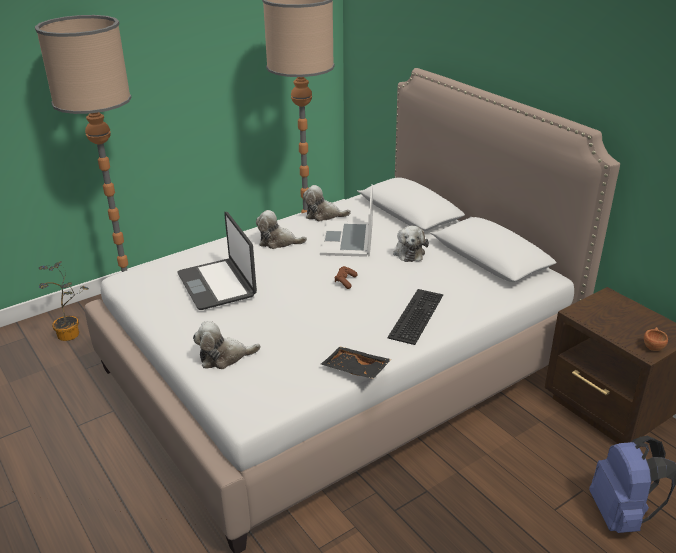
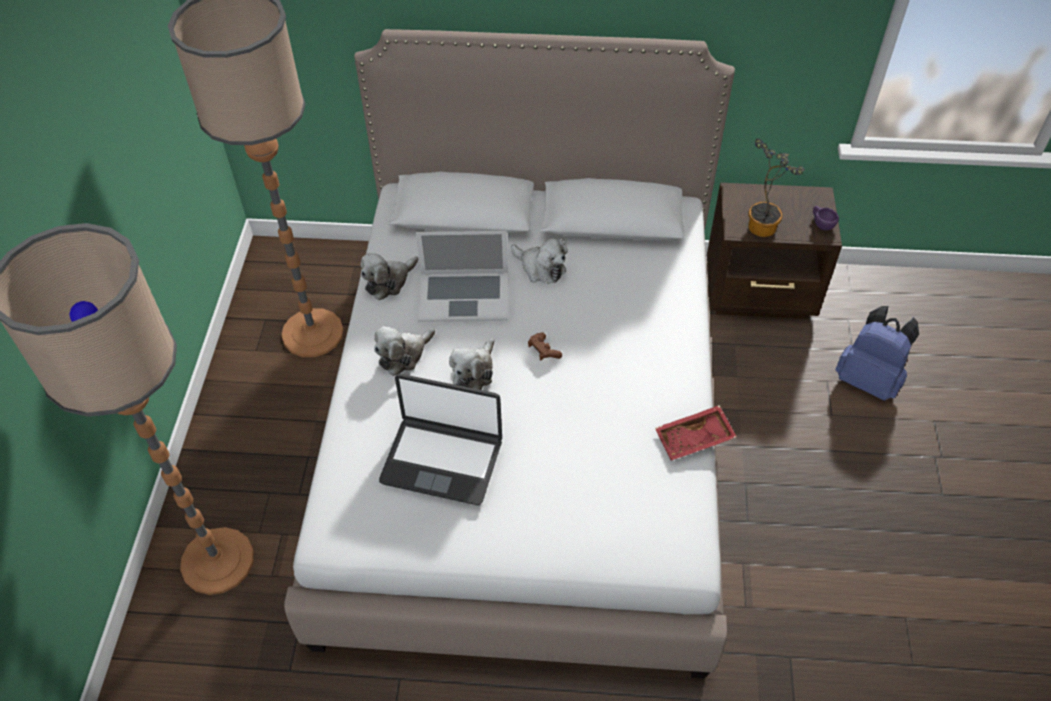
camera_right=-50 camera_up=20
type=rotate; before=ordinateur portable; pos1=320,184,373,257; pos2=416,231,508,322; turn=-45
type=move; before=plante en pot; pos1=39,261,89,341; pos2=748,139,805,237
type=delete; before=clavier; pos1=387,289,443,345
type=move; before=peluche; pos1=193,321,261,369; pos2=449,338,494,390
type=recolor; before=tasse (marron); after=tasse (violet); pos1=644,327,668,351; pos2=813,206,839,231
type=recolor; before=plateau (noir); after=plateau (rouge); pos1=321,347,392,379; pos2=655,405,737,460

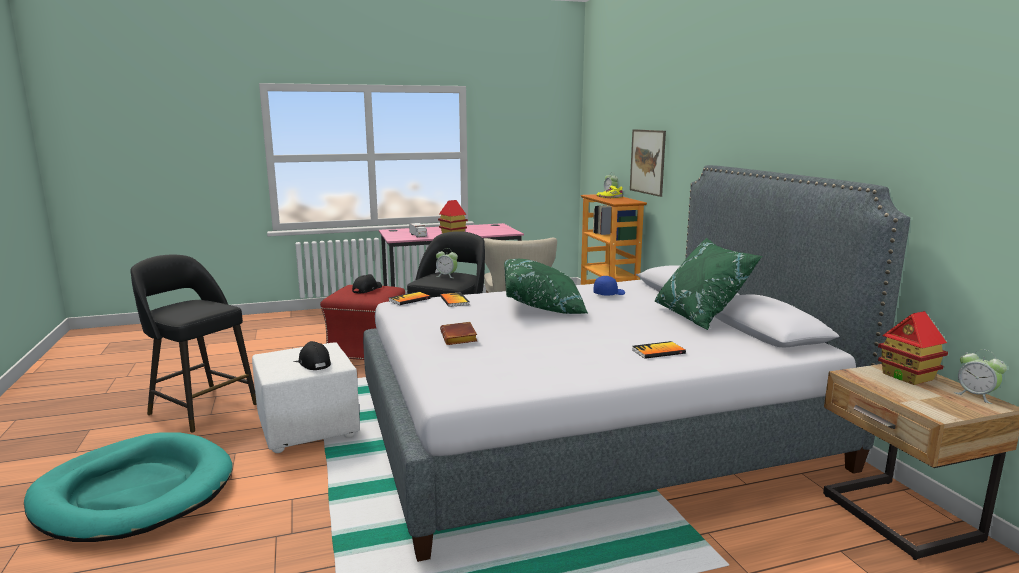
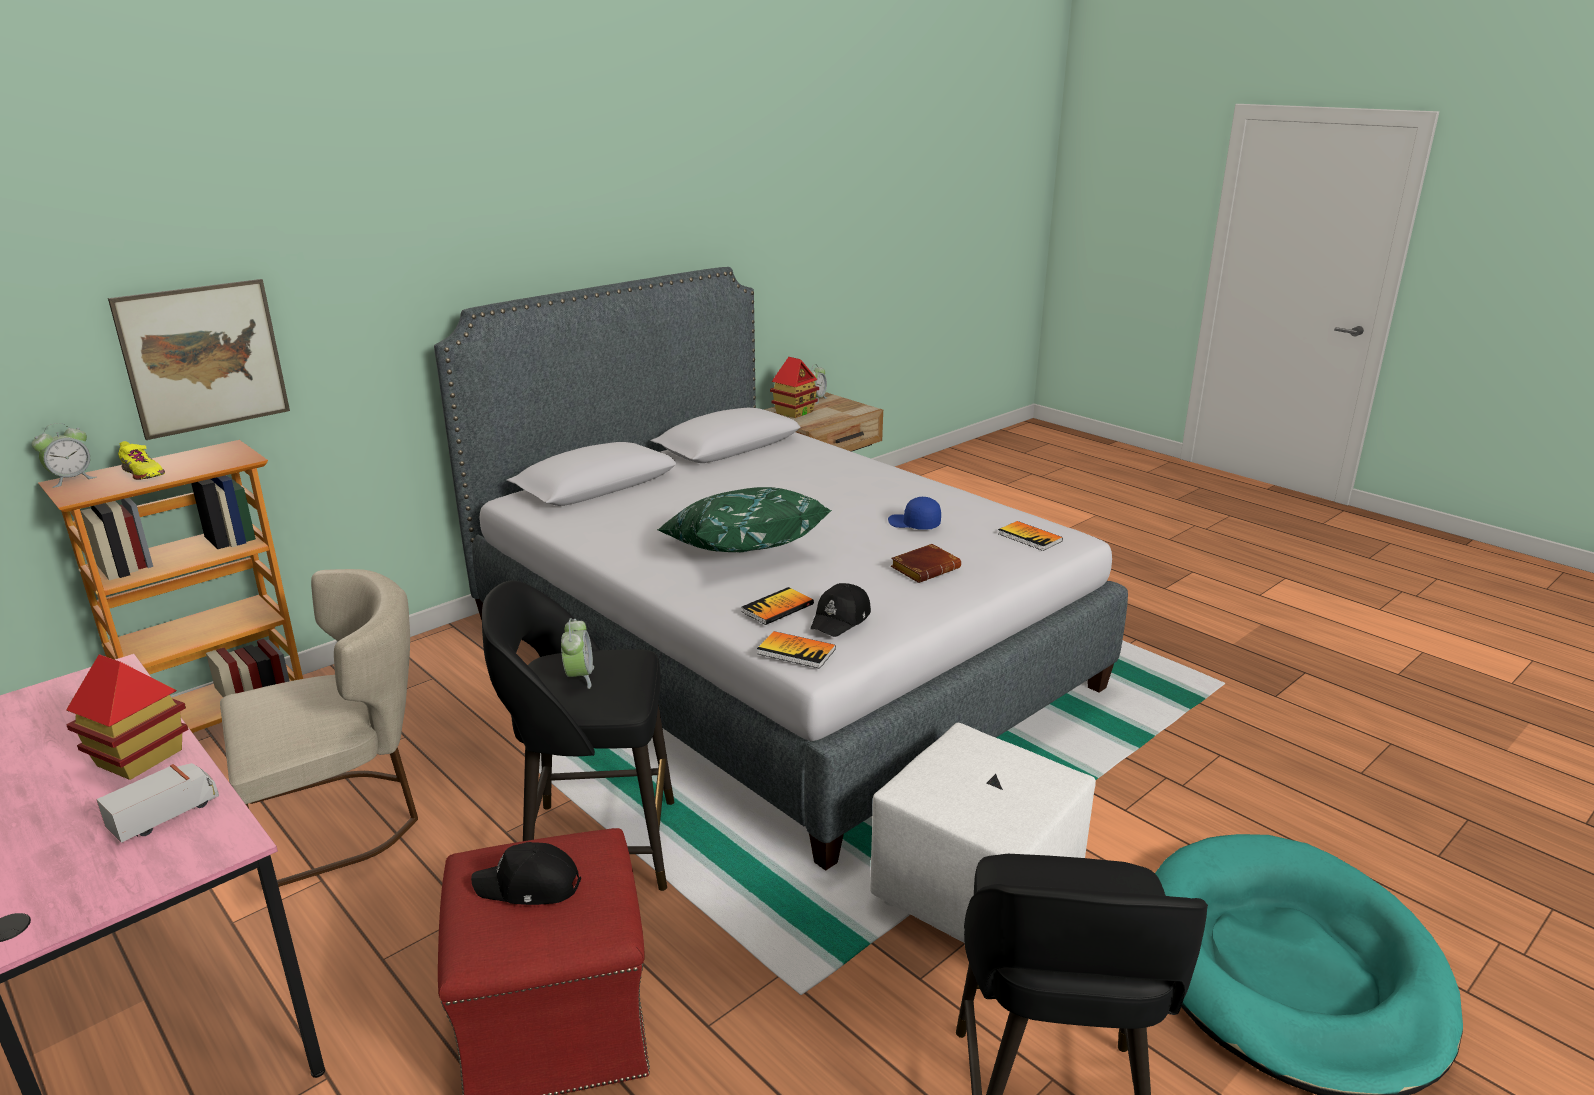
camera_right=-115 camera_up=10
type=delete; before=coussin (vert); pos1=655,238,763,330
type=move; before=casquette (bleu); pos1=594,276,625,295; pos2=888,497,941,530
type=move; before=casquette (noir); pos1=299,341,331,370; pos2=810,583,871,637
type=move; before=livre; pos1=632,341,686,359; pos2=998,521,1063,551

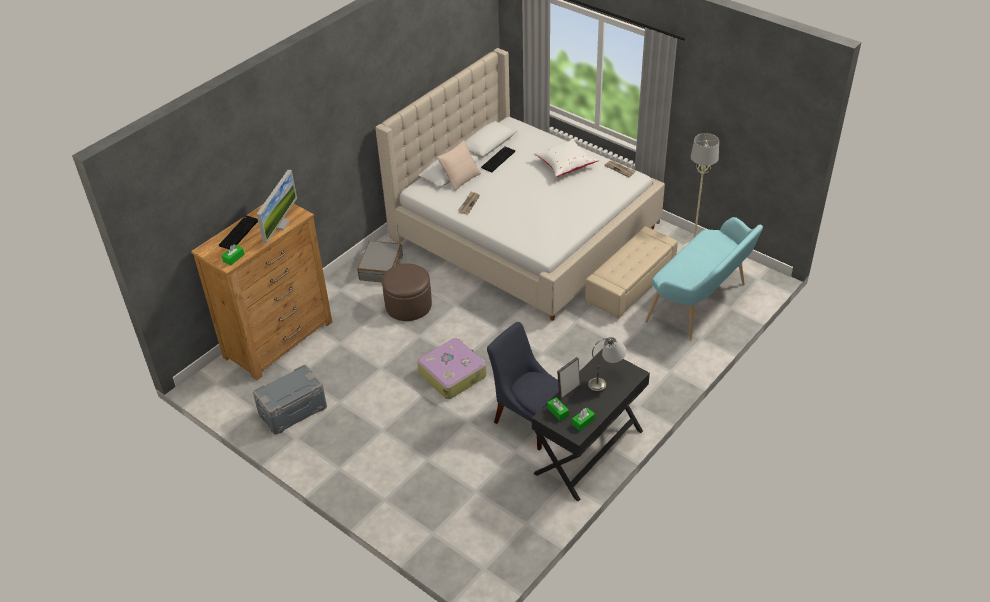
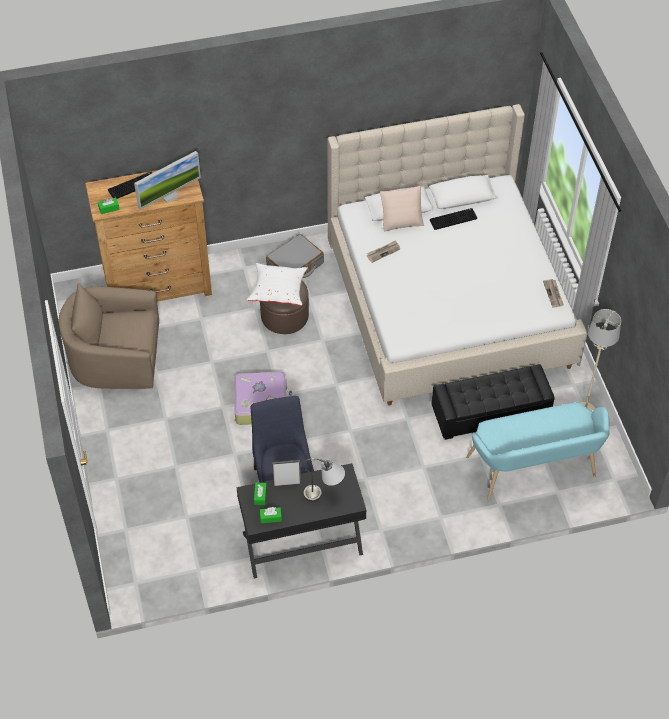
camera_right=35 camera_up=10
type=move; before=coussin (blanc); pos1=534,139,599,177; pos2=247,263,308,306
type=recolor; before=pouf (beige); after=pouf (noir); pos1=585,226,678,320; pos2=432,364,555,440
type=replace; before=boîte de rangement (gris); after=fauteuil (beige); pos1=253,365,327,434; pos2=59,283,159,389

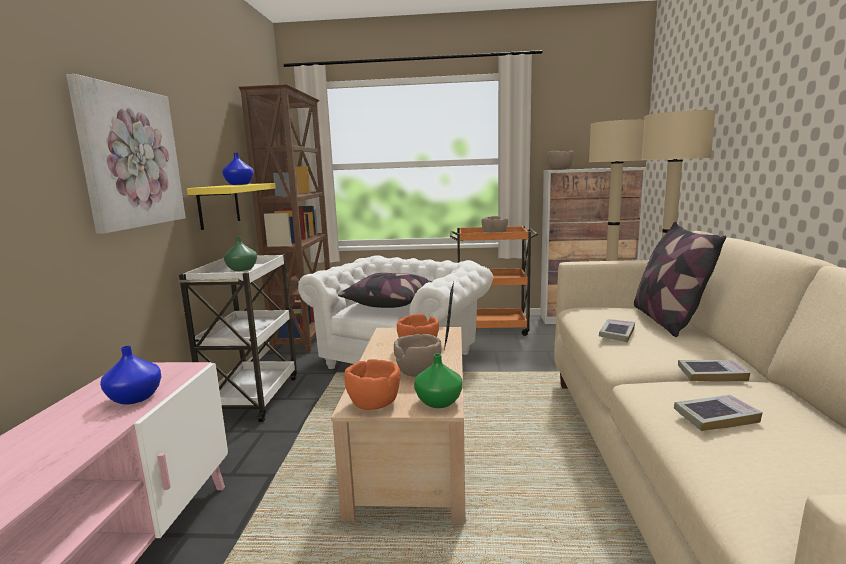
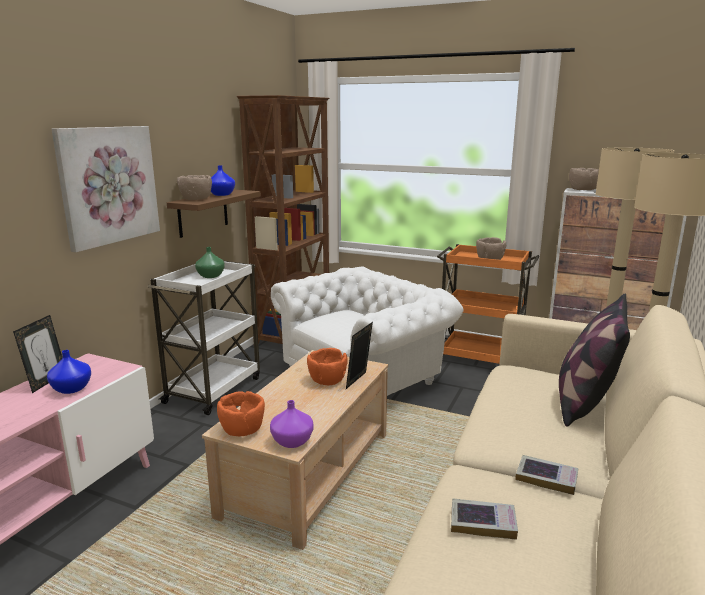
camera_right=20 camera_up=5
type=recolor; before=étagère (jaune); after=étagère (marron); pos1=187,183,276,230; pos2=167,190,261,238
type=delete; before=coussin; pos1=338,273,432,308
type=delete; before=livre; pos1=599,319,635,342
type=move; before=bol (marron); pos1=394,334,442,377; pos2=177,175,212,200
type=recolor; before=vase (vert); after=vase (violet); pos1=414,354,462,408; pos2=270,400,313,448
type=insert; after=cadre photo; pos2=13,315,62,393

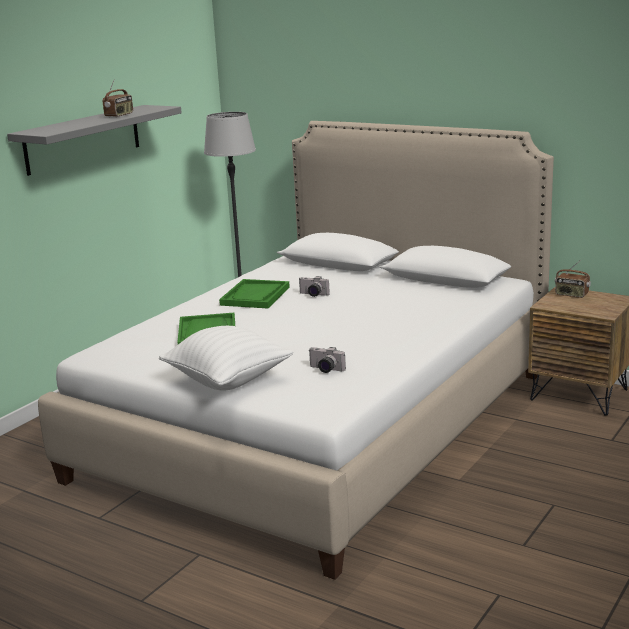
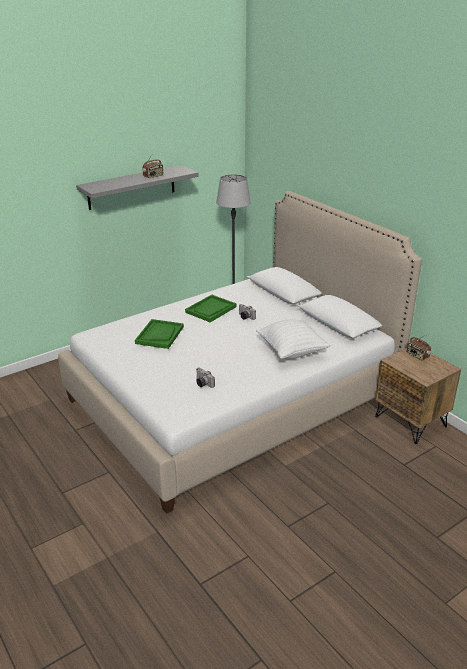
camera_right=20 camera_up=10
type=move; before=coussin (blanc); pos1=159,326,293,390; pos2=256,320,330,359

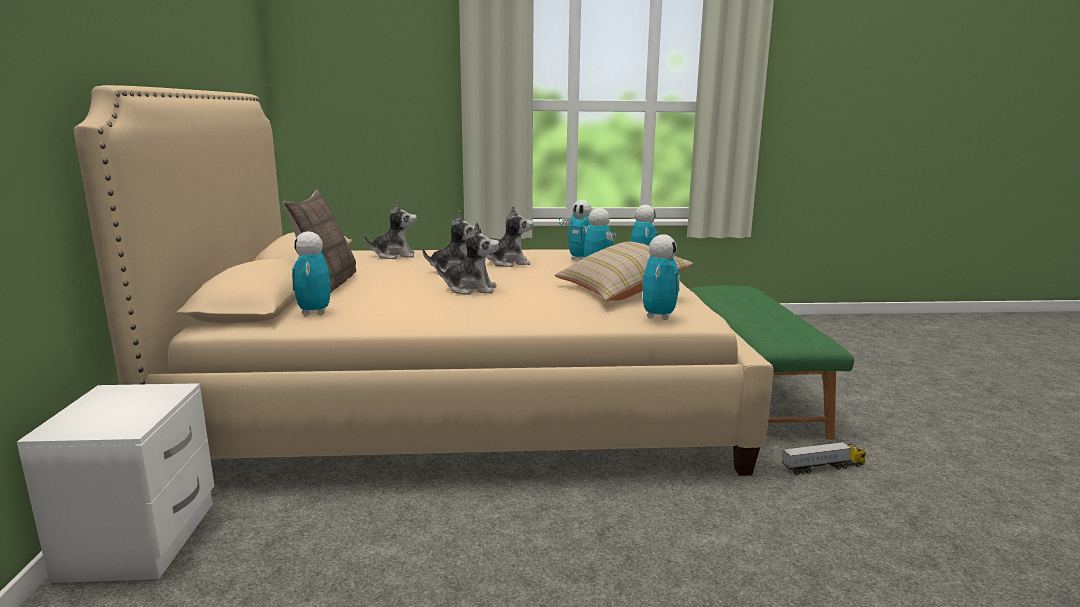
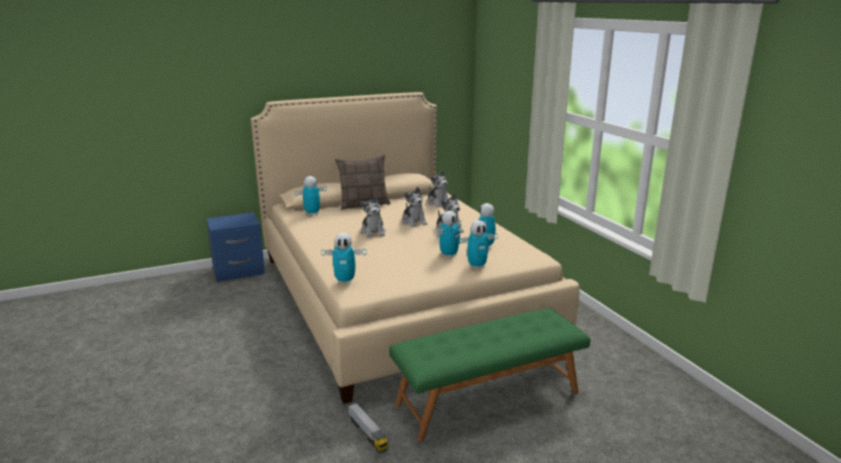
camera_right=70 camera_up=5
type=delete; before=coussin (beige); pos1=555,242,693,301
type=recolor; before=table de chevet (blanc); after=table de chevet (bleu); pos1=17,383,214,583; pos2=206,212,265,282

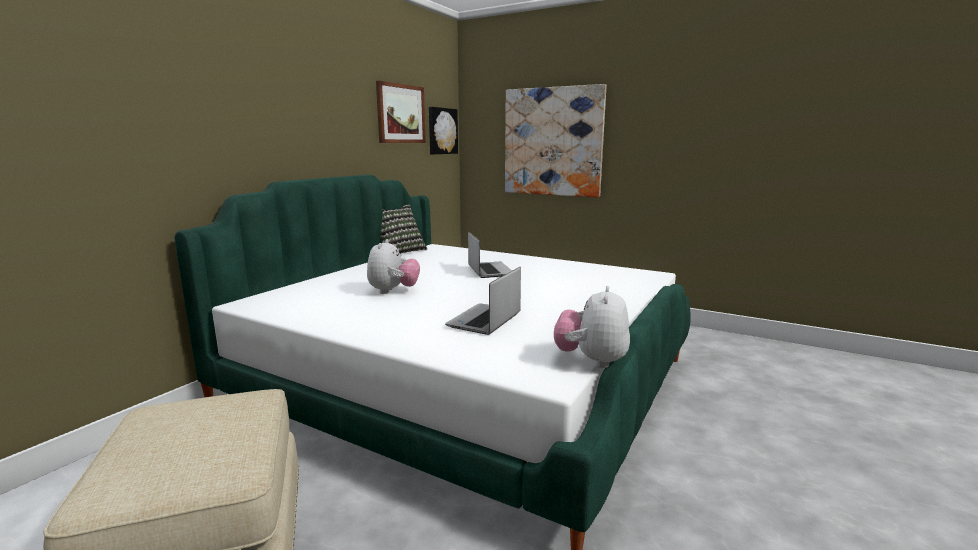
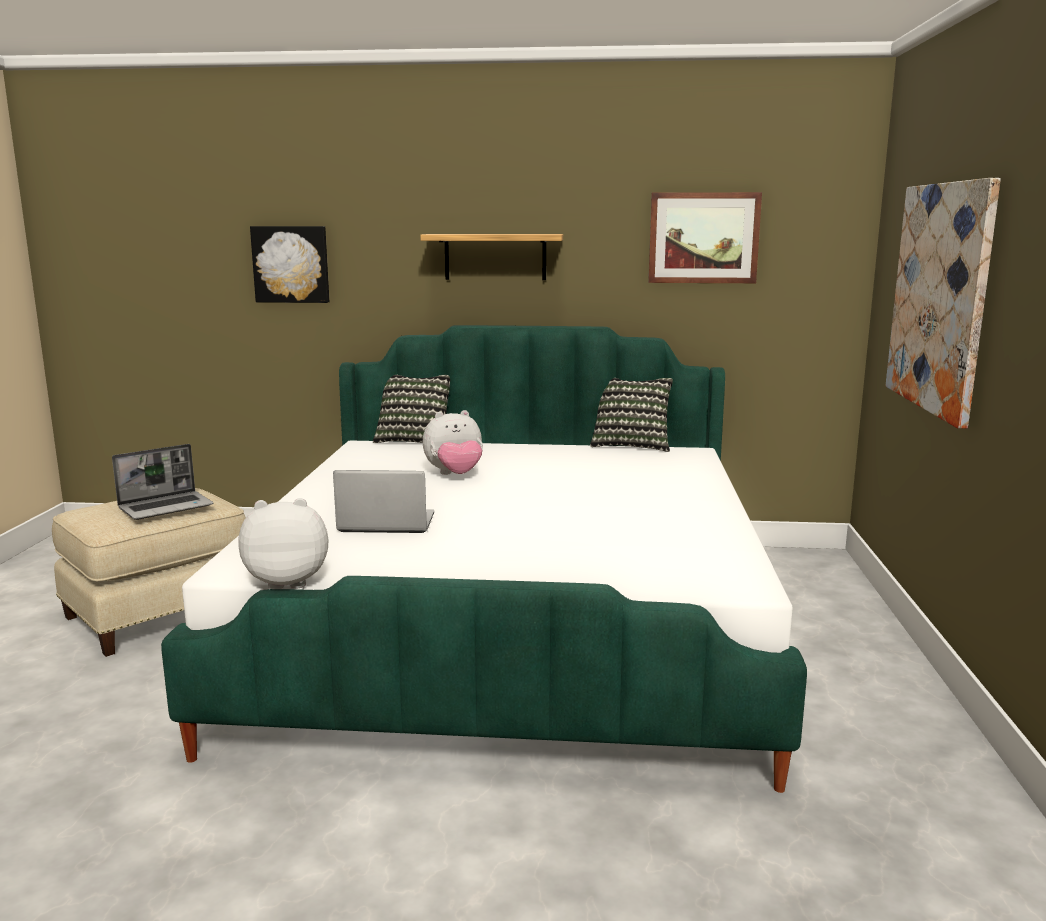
camera_right=65 camera_up=0
type=move; before=tableau; pos1=429,107,458,154; pos2=250,226,329,303
type=move; before=ordinateur portable; pos1=468,232,512,278; pos2=112,444,214,520
type=insert; after=étagère; pos2=420,234,563,280
type=insert; after=coussin; pos2=373,375,450,443

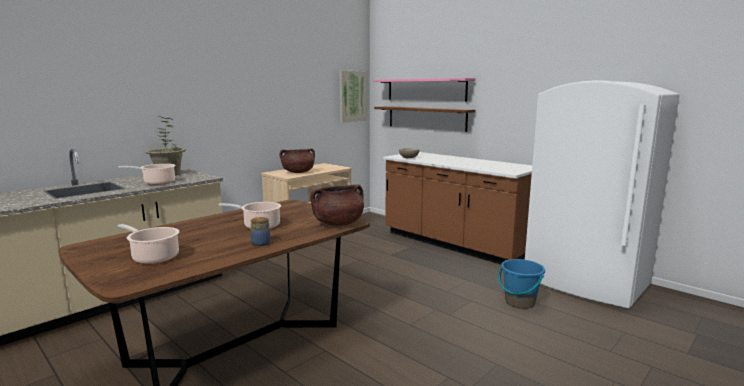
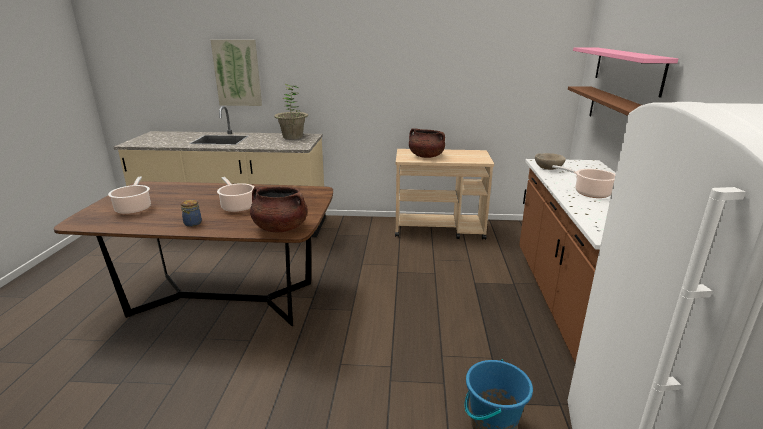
camera_right=50 camera_up=10
type=move; before=tableau; pos1=339,70,367,123; pos2=211,40,262,106
type=move; before=marmite; pos1=118,164,175,185; pos2=552,165,616,198

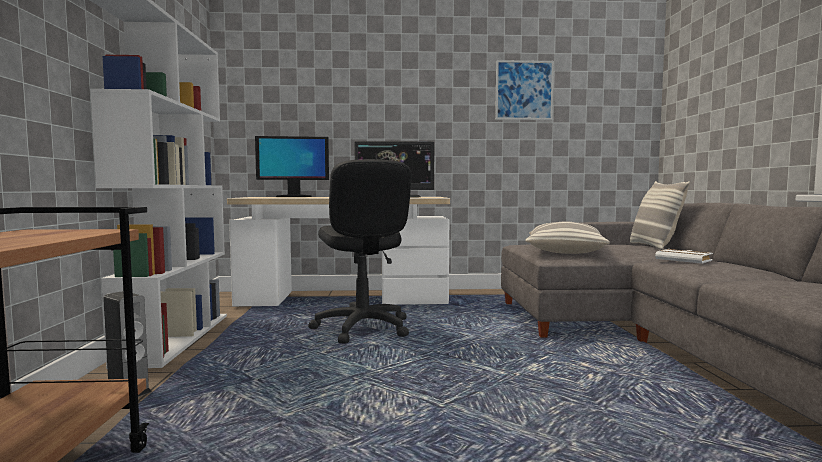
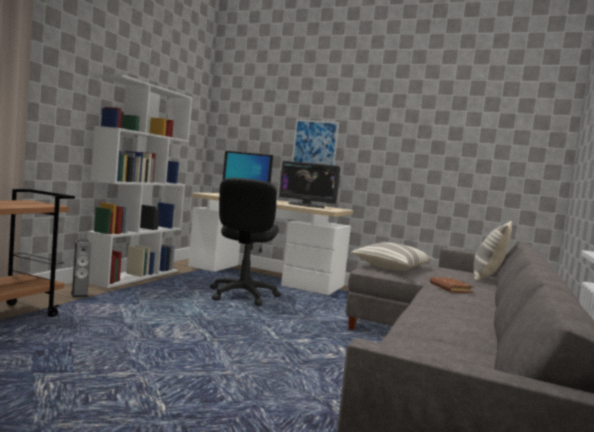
camera_right=25 camera_up=0
type=move; before=tableau; pos1=495,60,554,120; pos2=292,120,339,165
type=recolor; before=livre (blanc); after=livre (marron); pos1=655,249,713,264; pos2=430,277,473,293

